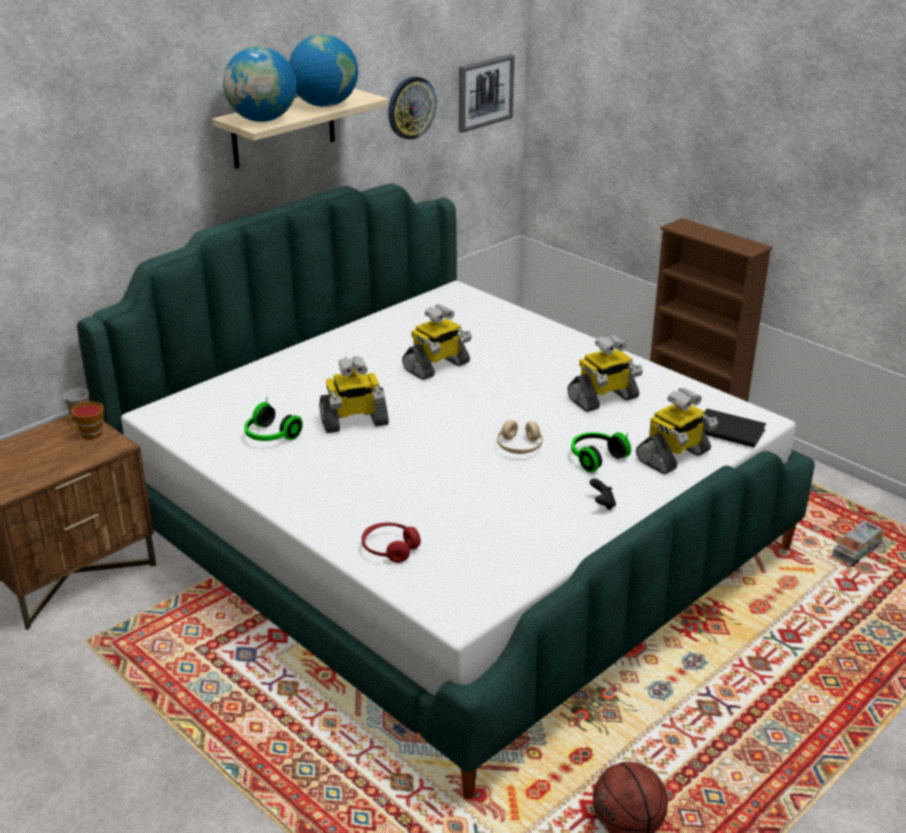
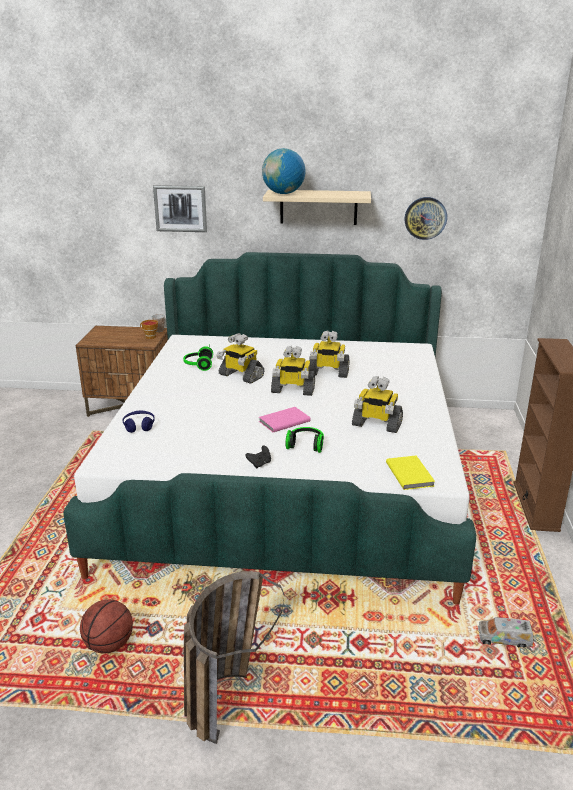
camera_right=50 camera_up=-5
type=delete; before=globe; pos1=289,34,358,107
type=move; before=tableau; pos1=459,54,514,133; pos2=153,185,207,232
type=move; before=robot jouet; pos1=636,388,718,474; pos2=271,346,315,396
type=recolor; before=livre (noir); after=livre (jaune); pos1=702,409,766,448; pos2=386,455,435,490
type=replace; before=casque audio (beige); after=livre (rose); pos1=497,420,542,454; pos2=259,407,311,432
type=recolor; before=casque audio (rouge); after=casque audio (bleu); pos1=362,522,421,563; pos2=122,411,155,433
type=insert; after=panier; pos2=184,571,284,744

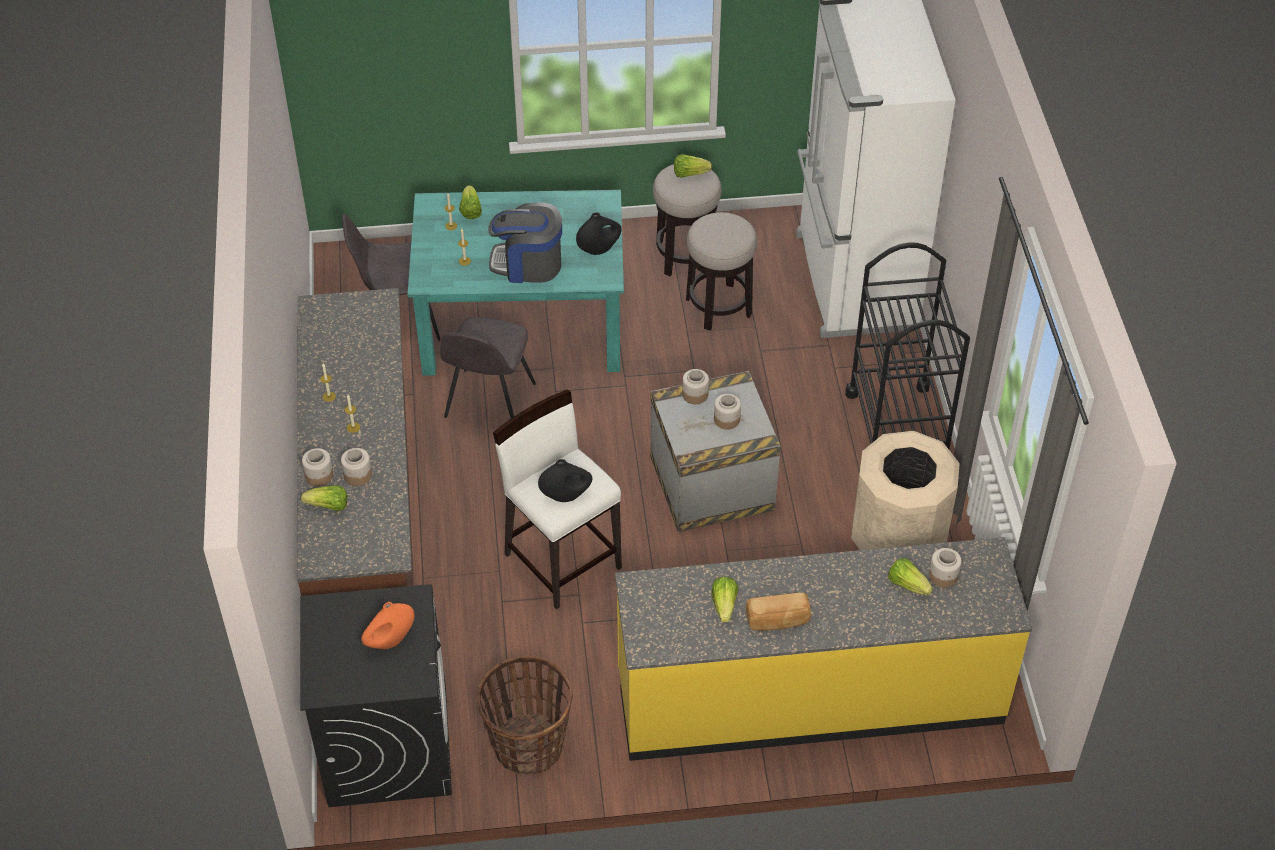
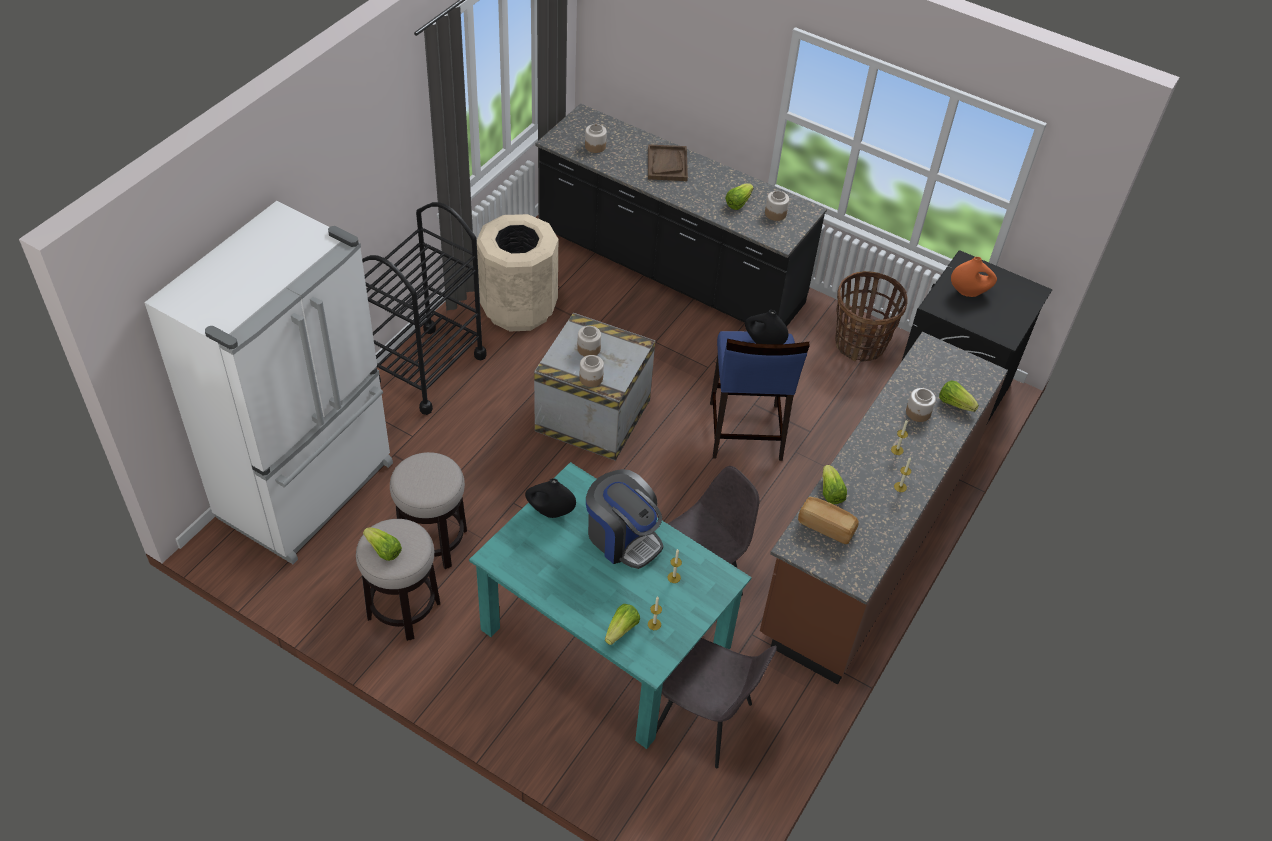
camera_right=-145 camera_up=0
type=recolor; before=tabouret (blanc); after=tabouret (bleu); pos1=493,389,622,610; pos2=710,331,810,461
type=move; before=bocal; pos1=302,448,333,486; pos2=765,191,789,221
type=recolor; before=comptoir de cuisine (jaune); after=comptoir de cuisine (noir); pos1=615,537,1032,761; pos2=535,104,827,327
type=move; before=laitue; pos1=888,558,933,596; pos2=823,465,847,504
type=move; before=pain; pos1=746,593,811,631; pos2=798,497,859,544
type=insert; after=plateau (marron); pos2=648,144,688,181

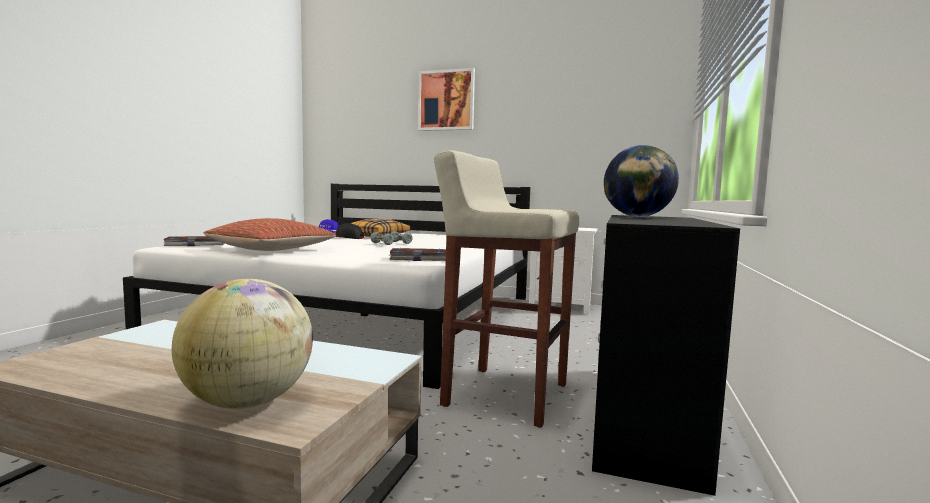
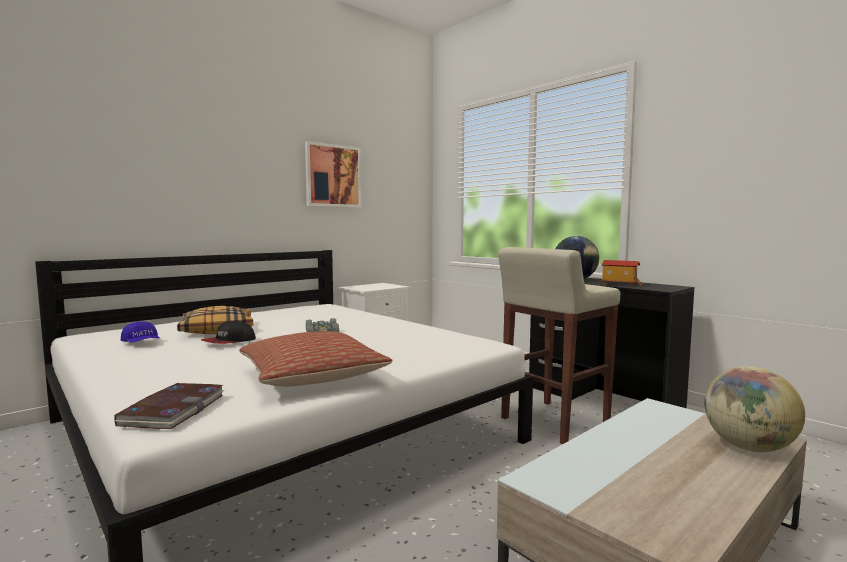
camera_right=-60 camera_up=0
type=move; before=tableau; pos1=418,68,475,131; pos2=305,141,361,208
type=delete; before=livre; pos1=389,248,446,261
type=insert; after=maison miniature; pos2=601,260,642,286

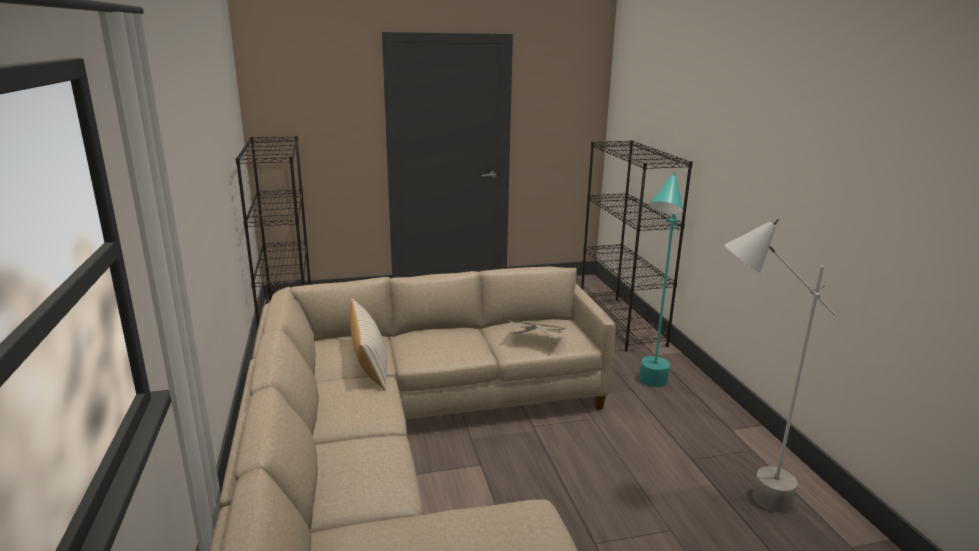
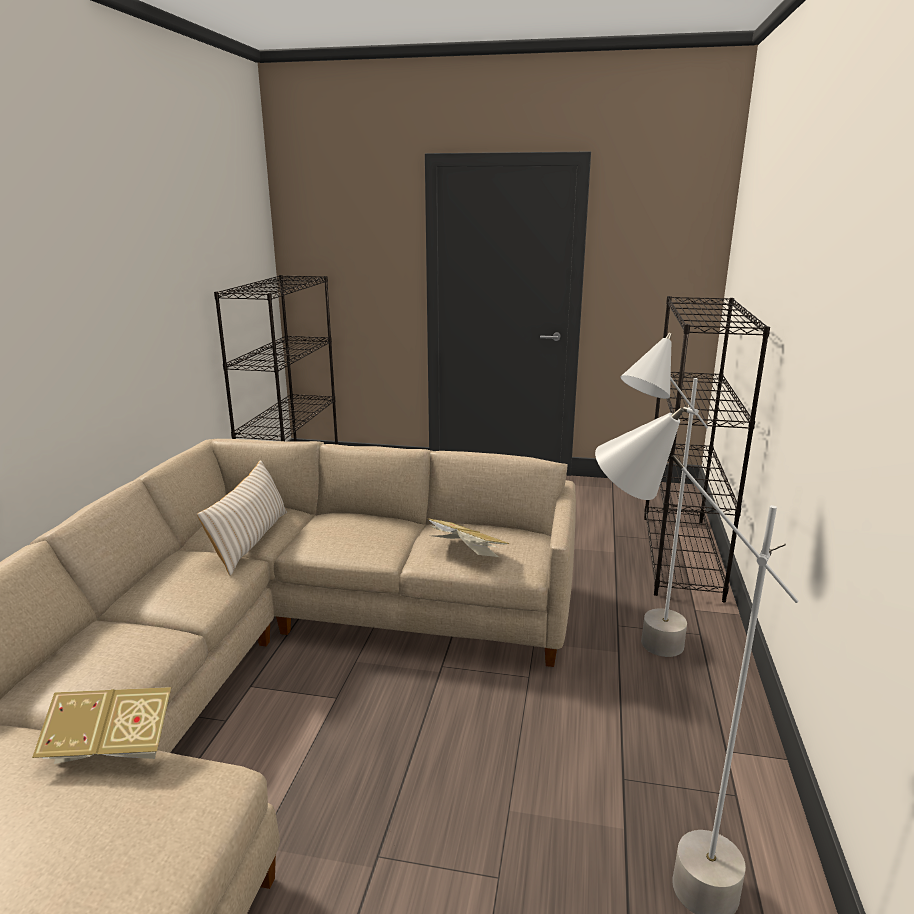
camera_right=25 camera_up=0
type=recolor; before=lampadaire (turquoise); after=lampadaire (gris); pos1=639,172,684,387; pos2=620,333,708,657
type=insert; after=livre; pos2=32,687,171,764

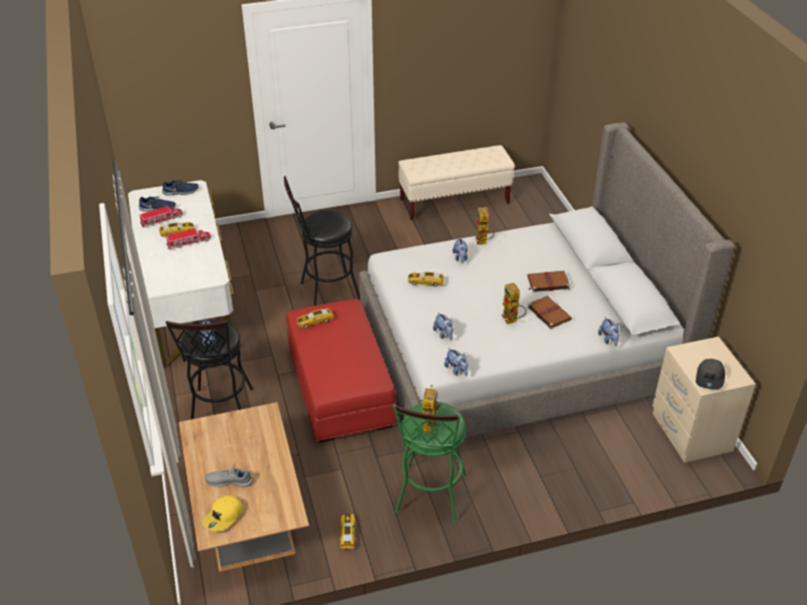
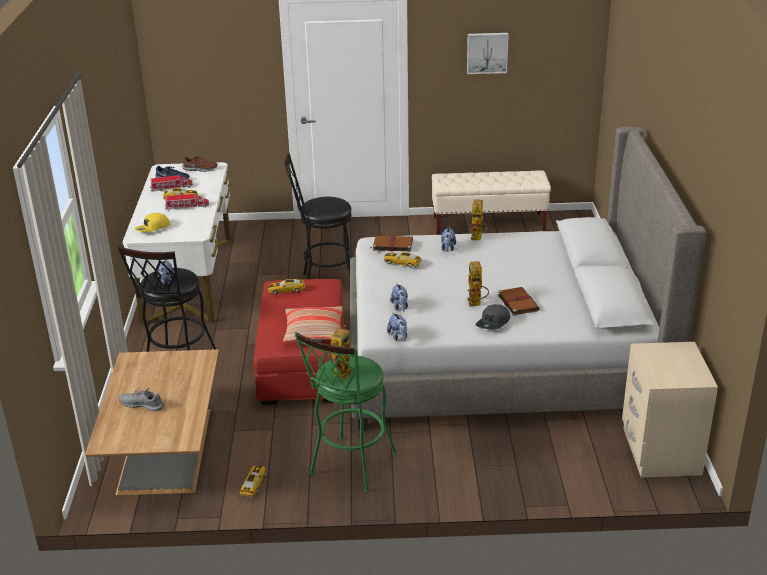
camera_right=15 camera_up=-10
type=recolor; before=chaussure (bleu); after=chaussure (marron); pos1=162,180,199,196; pos2=183,156,218,172
type=move; before=livre (marron); pos1=527,271,570,293; pos2=371,235,413,252
type=delete; before=peluche; pos1=598,317,620,347
type=move; before=casquette (gris); pos1=696,359,725,389; pos2=476,304,510,330
type=move; before=casquette (jaune); pos1=202,495,244,532; pos2=135,213,170,232
type=insert; after=tableau; pos2=467,33,509,74
type=insert; after=coussin; pos2=283,306,343,343

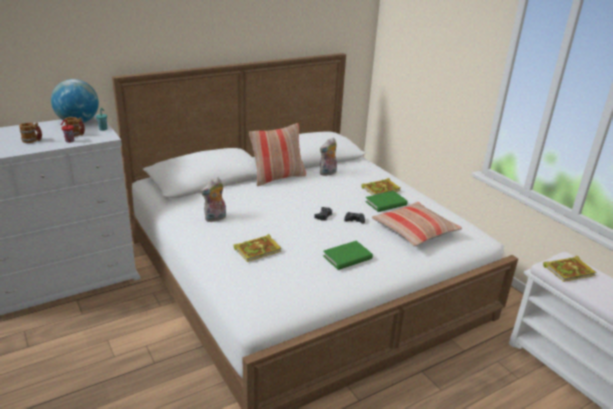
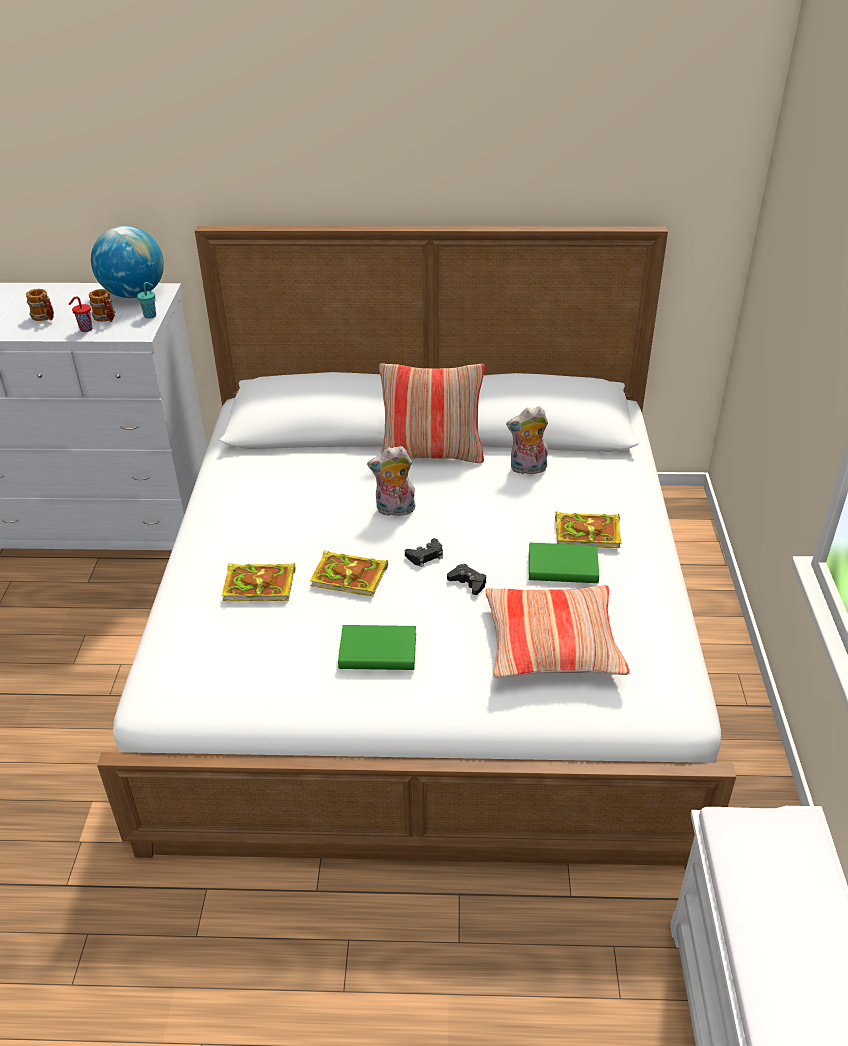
camera_right=35 camera_up=10
type=move; before=peluche; pos1=200,177,226,222; pos2=367,446,416,516
type=move; before=livre; pos1=543,256,597,282; pos2=310,550,388,596

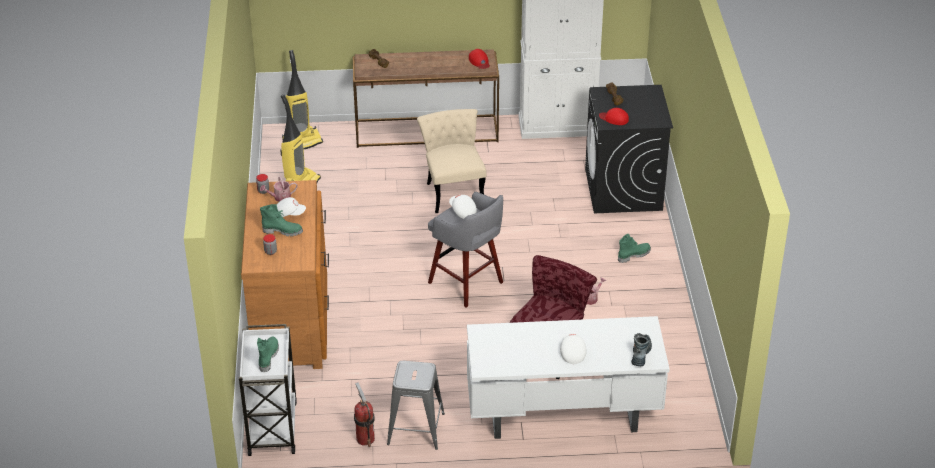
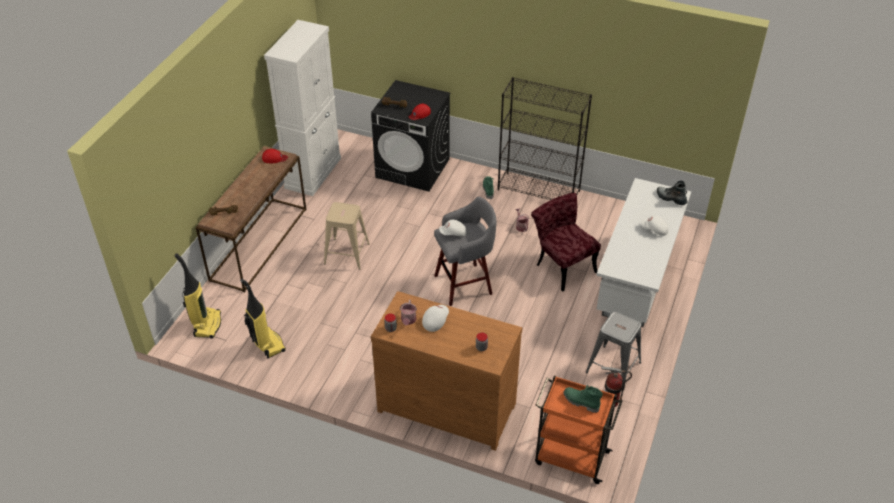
camera_right=-65 camera_up=5
type=replace; before=chaise (beige); after=tabouret (beige); pos1=417,109,487,213; pos2=324,202,370,270
type=delete; before=botte (vert); pos1=260,204,303,237
type=recolor; before=chariot (blanc); after=chariot (orange); pos1=239,324,297,456; pos2=535,376,622,484
type=insert; after=bibliothèque (noir); pos2=498,77,592,200

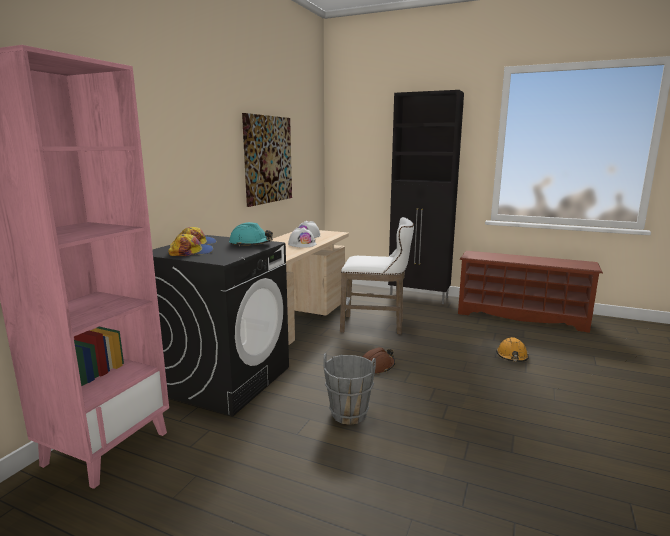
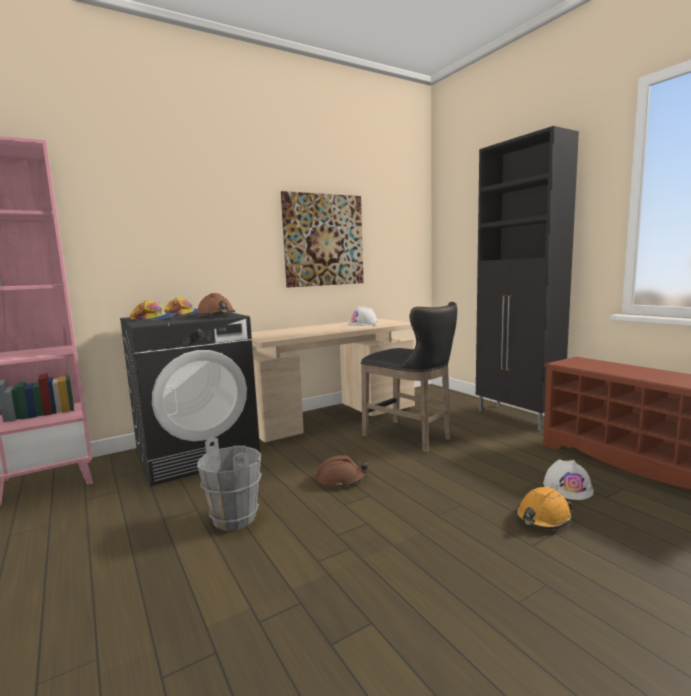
camera_right=35 camera_up=-5
type=recolor; before=tabouret (blanc); after=tabouret (noir); pos1=340,217,414,334; pos2=361,302,457,453
type=recolor; before=casque de chantier (turquoise); after=casque de chantier (marron); pos1=229,222,273,246; pos2=196,293,235,316
type=move; before=casque de chantier (blanc); pos1=288,227,316,248; pos2=543,459,594,500

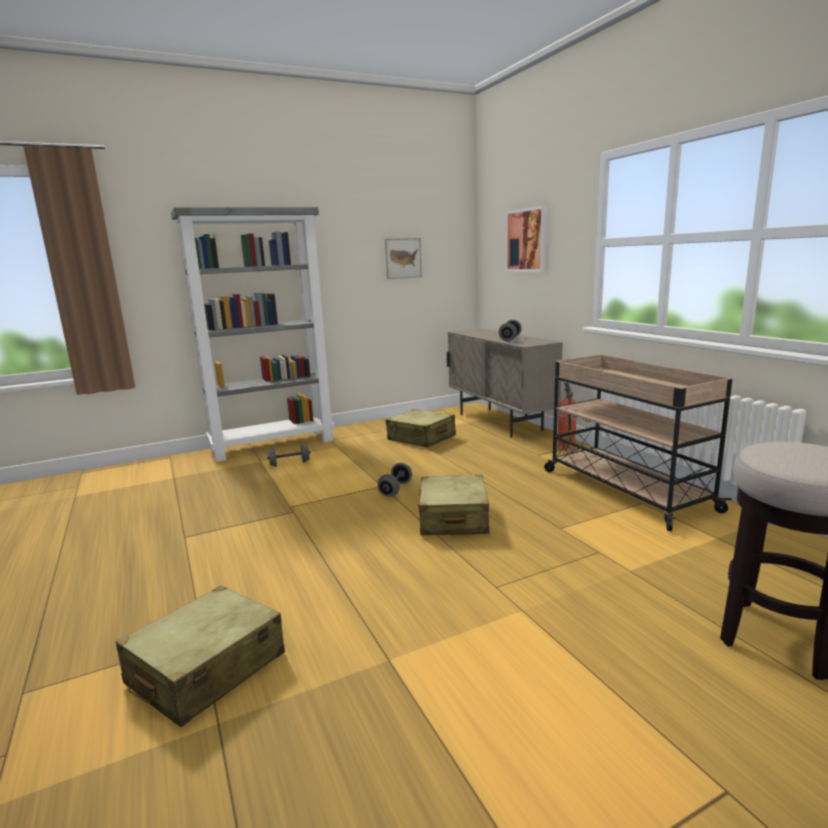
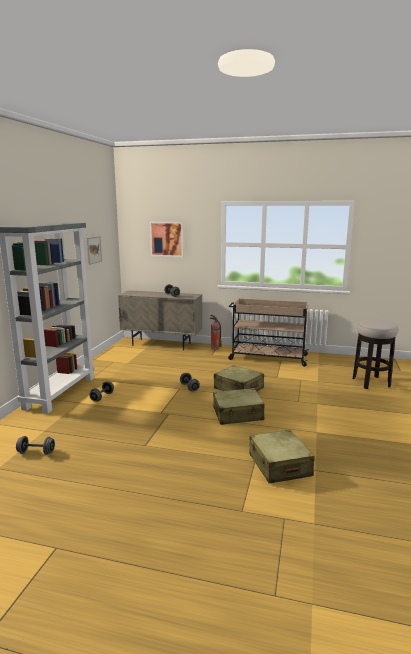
camera_right=-50 camera_up=0
type=move; before=valise (beige); pos1=386,409,456,447; pos2=213,388,264,425
type=insert; after=haltère (gris); pos2=16,436,55,455

